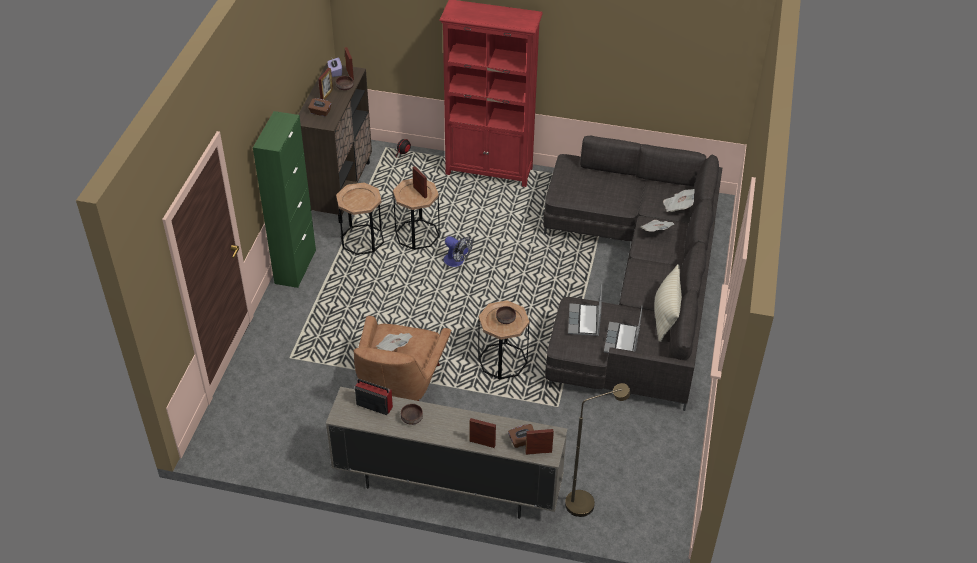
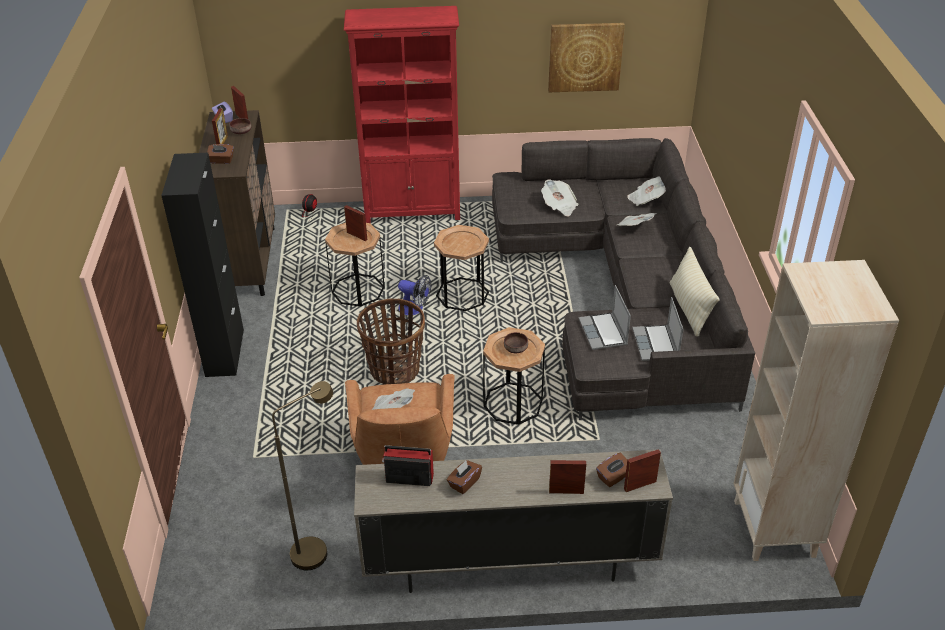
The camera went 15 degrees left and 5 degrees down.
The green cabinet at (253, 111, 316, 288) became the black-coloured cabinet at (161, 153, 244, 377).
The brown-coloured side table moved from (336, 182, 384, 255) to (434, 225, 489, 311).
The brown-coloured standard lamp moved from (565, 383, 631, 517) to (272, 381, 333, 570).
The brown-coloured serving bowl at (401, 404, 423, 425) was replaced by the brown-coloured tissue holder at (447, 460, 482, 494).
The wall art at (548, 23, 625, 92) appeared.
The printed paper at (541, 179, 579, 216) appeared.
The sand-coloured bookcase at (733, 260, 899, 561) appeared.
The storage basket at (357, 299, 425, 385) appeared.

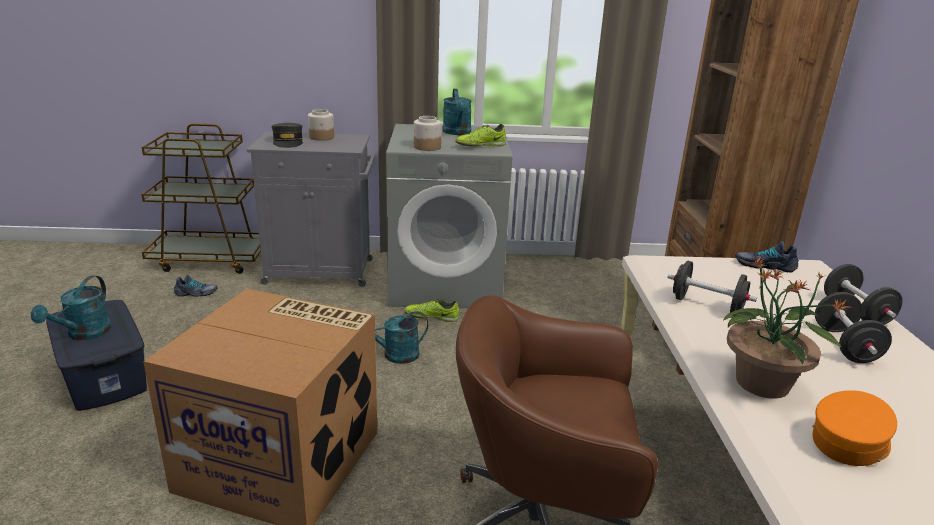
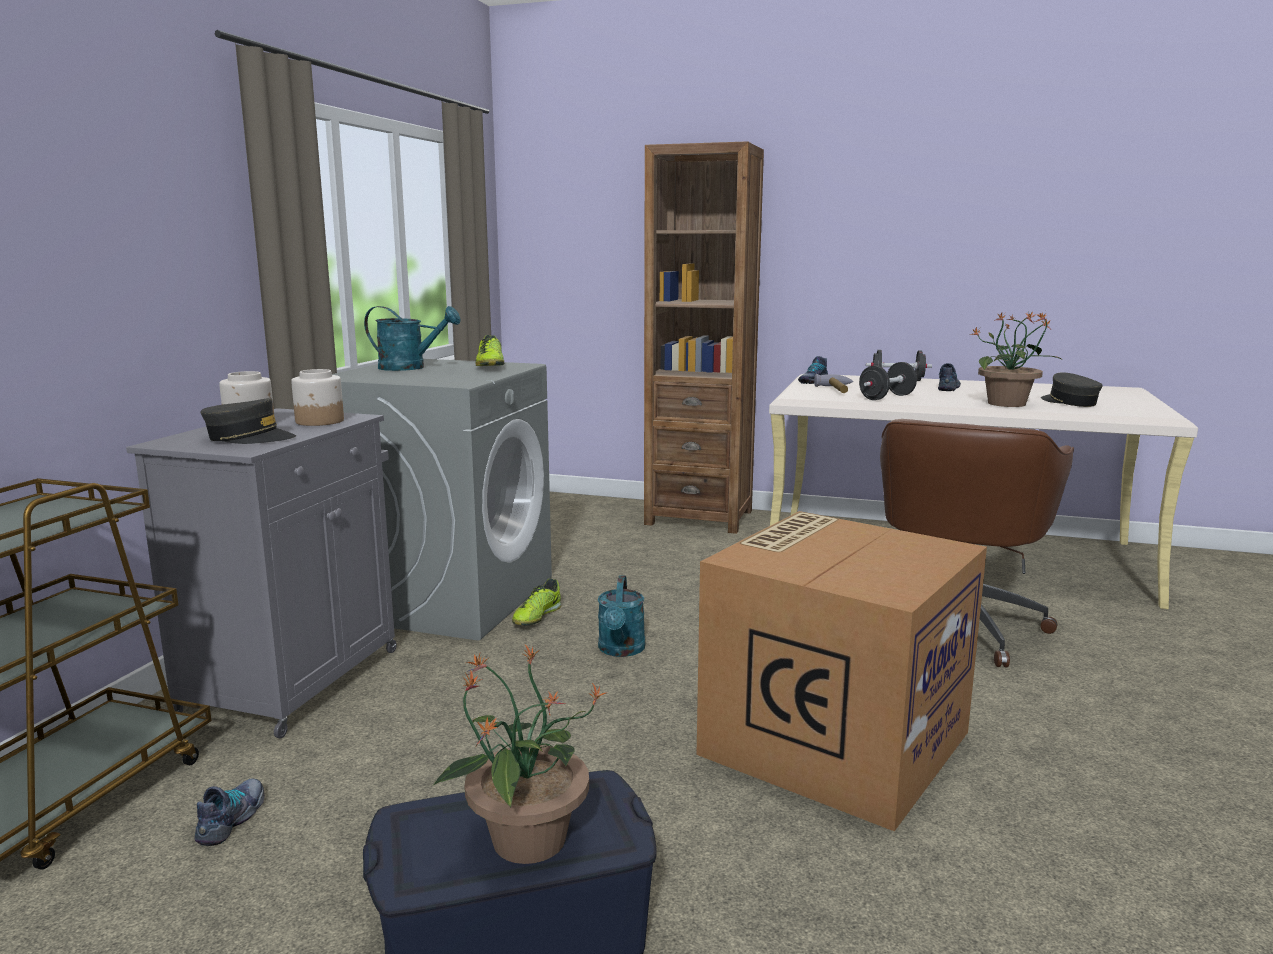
The camera went 70 degrees left and 10 degrees down.
The storage jar moved from (414, 116, 442, 151) to (291, 369, 344, 426).
The turquoise watering pot at (31, 275, 111, 340) was replaced by the plant in a pot at (433, 645, 606, 864).
The black-coloured dumbbell at (815, 292, 892, 363) was replaced by the item of footwear at (938, 363, 961, 391).
The orange-coloured baseball cap at (813, 390, 897, 466) became the gray baseball cap at (1041, 372, 1103, 407).
The hand hammer at (814, 374, 853, 393) appeared.

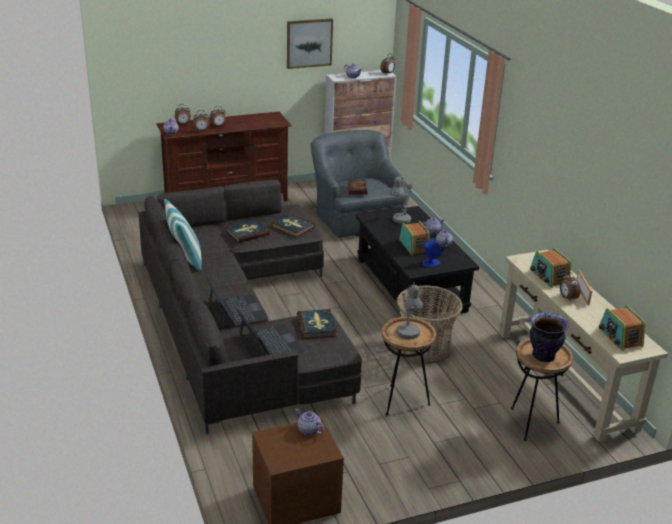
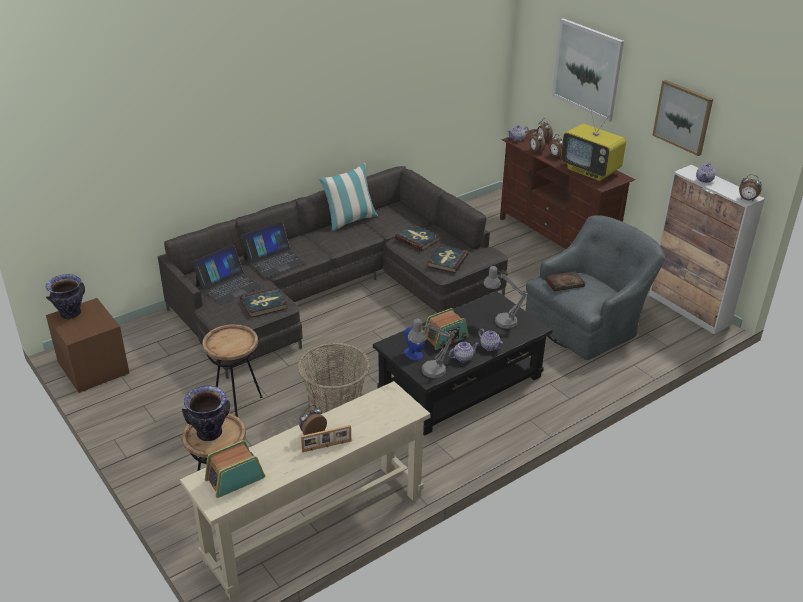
The camera went 75 degrees right and 5 degrees up.
The radio at (530, 248, 571, 288) disappeared.
The gray tabletop lamp moved from (396, 282, 423, 340) to (408, 318, 455, 378).
The pot for tea at (295, 409, 324, 435) disappeared.
The wall art at (552, 18, 624, 122) appeared.
The television at (561, 111, 626, 181) appeared.
The vase at (46, 274, 85, 319) appeared.

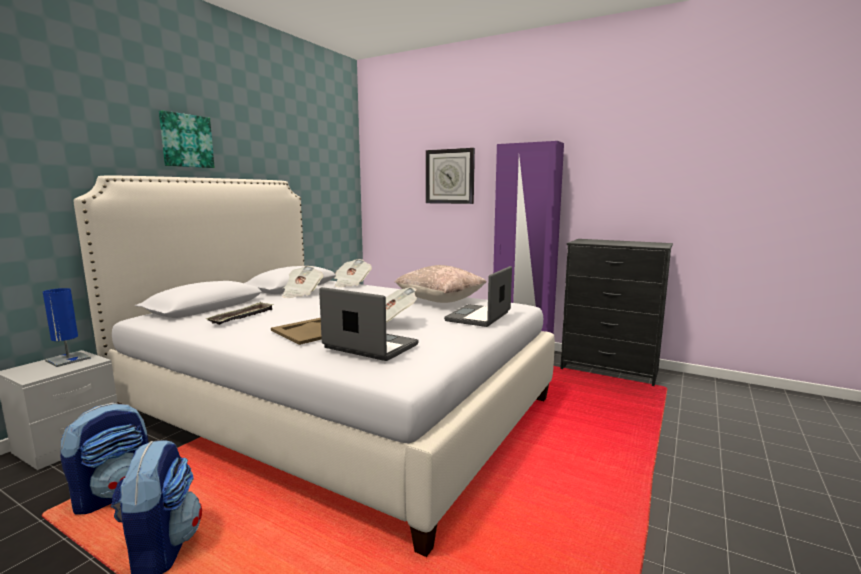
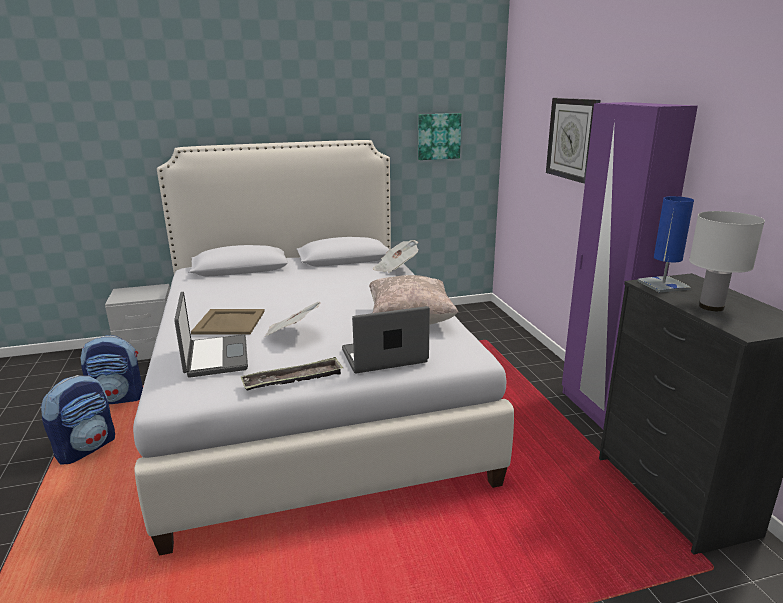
The camera went 45 degrees right and 10 degrees up.
The wall art moved from (159, 110, 215, 168) to (418, 113, 461, 160).
The printed paper at (282, 266, 323, 298) disappeared.
The bluish tabletop lamp moved from (43, 288, 91, 367) to (638, 196, 694, 293).
The carrying tray moved from (206, 302, 274, 325) to (240, 357, 343, 391).
The whitish tabletop lamp at (689, 211, 765, 311) appeared.

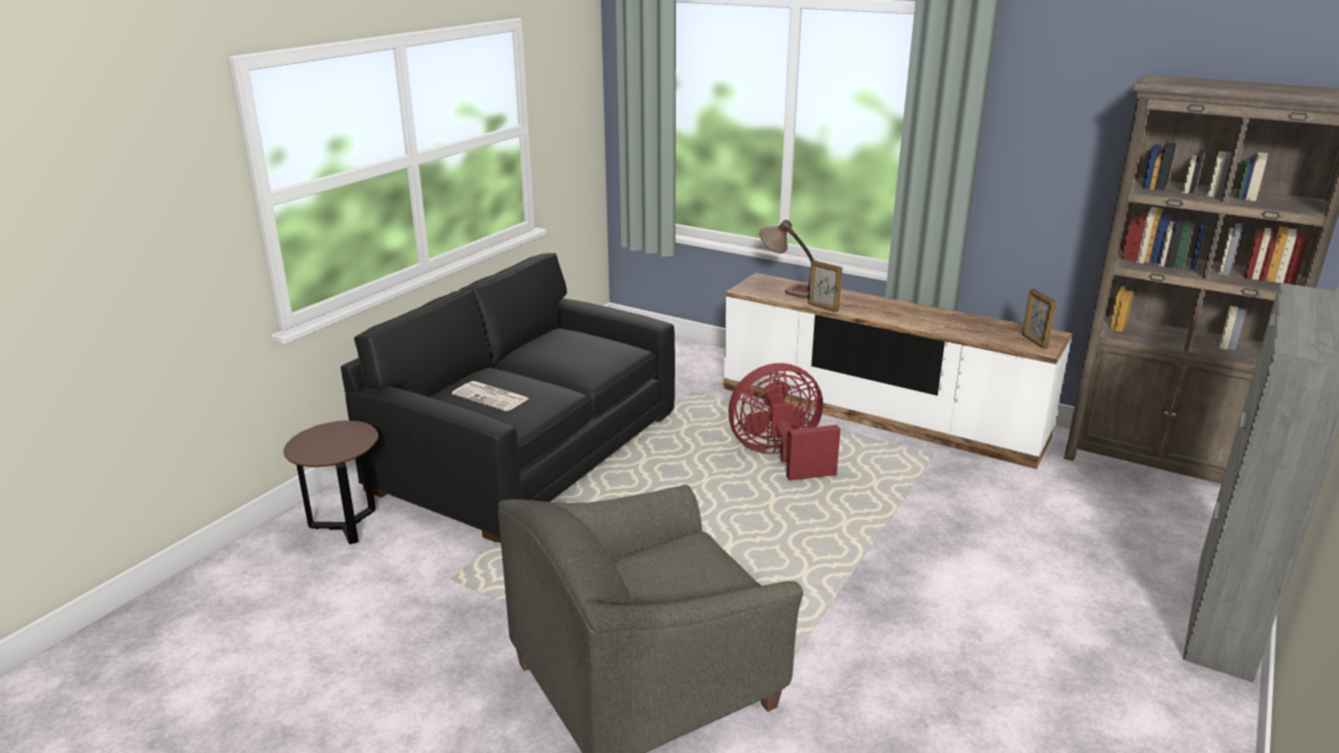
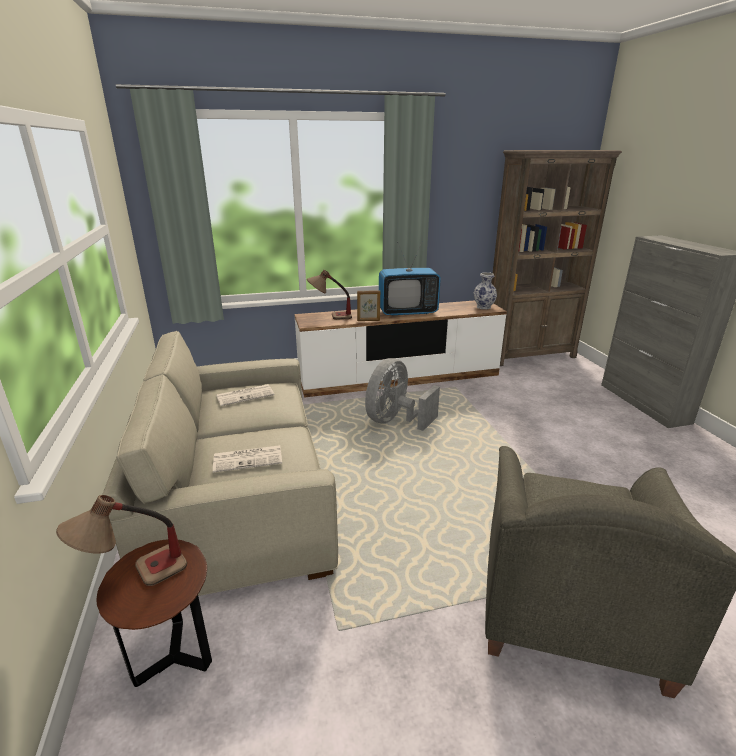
The camera went 45 degrees left and 0 degrees up.
The black-coloured settee at (341, 253, 675, 543) became the sand-coloured settee at (102, 331, 338, 596).
The picture frame at (1022, 289, 1057, 349) was replaced by the vase at (474, 272, 497, 309).
The red fan at (728, 363, 841, 481) became the gray fan at (365, 358, 440, 431).
The television at (379, 241, 441, 316) appeared.
The printed paper at (216, 384, 274, 406) appeared.
The tabletop lamp at (56, 495, 187, 586) appeared.

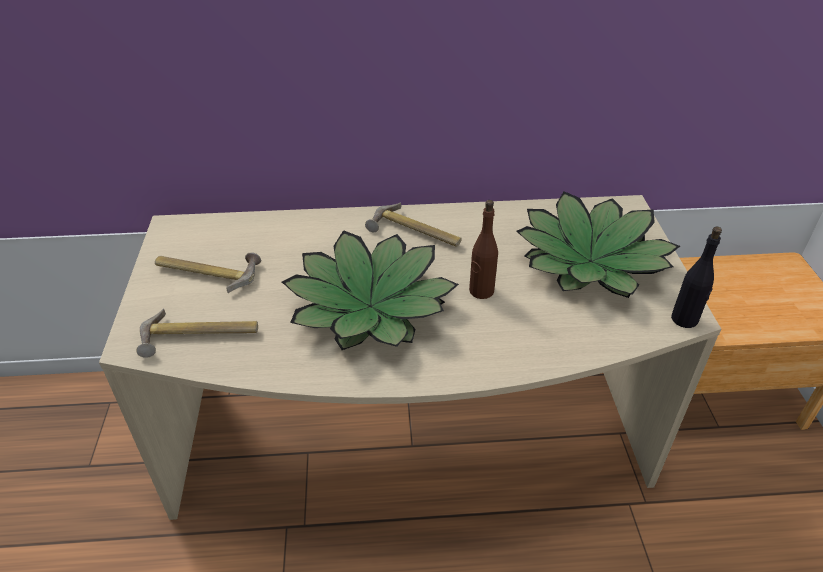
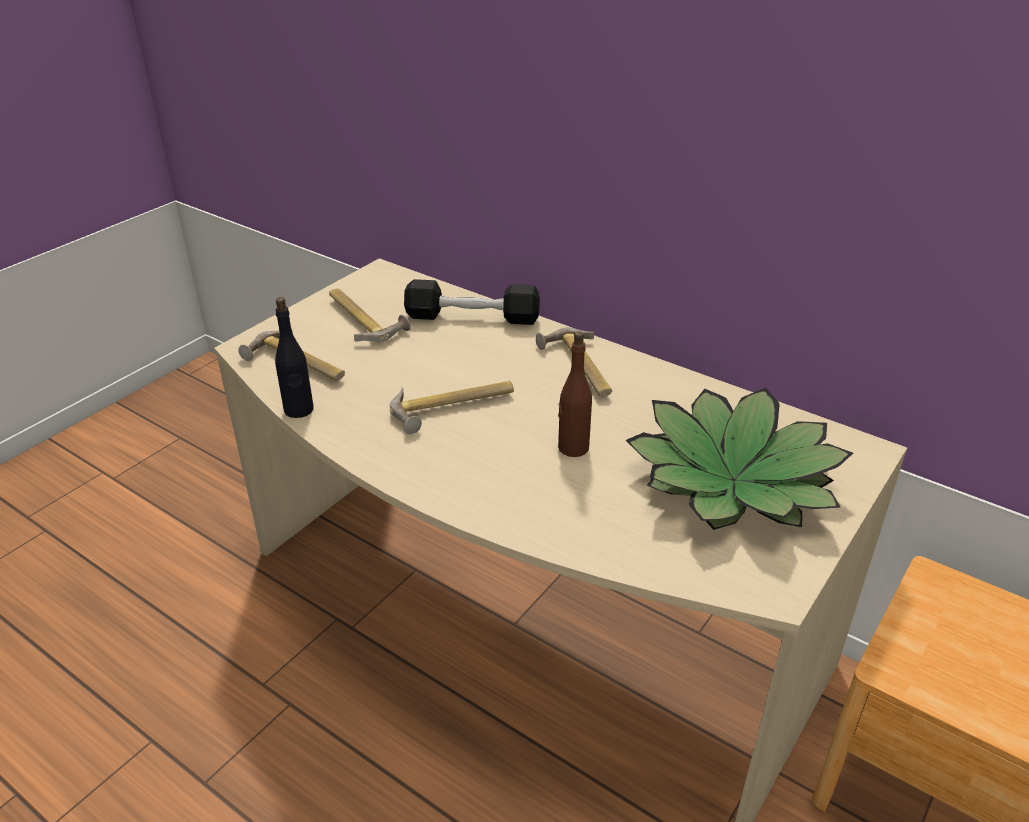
The camera went 40 degrees right and 5 degrees down.
The black-coloured beverage bottle moved from (671, 227, 722, 328) to (275, 297, 314, 418).
The plant in a pot at (282, 230, 459, 350) was replaced by the hand hammer at (390, 381, 514, 434).
The black-coloured dumbbell at (404, 279, 540, 325) appeared.

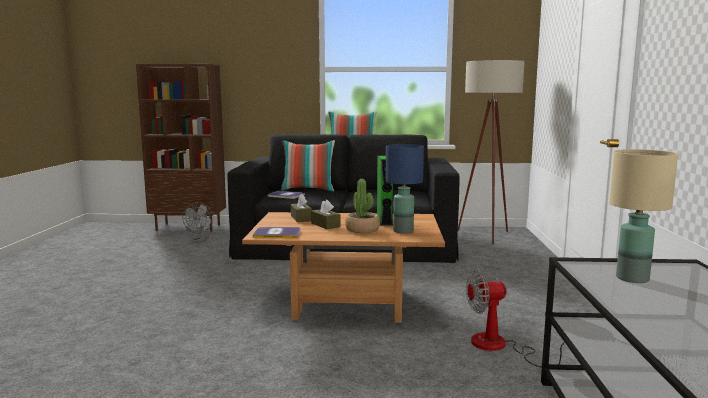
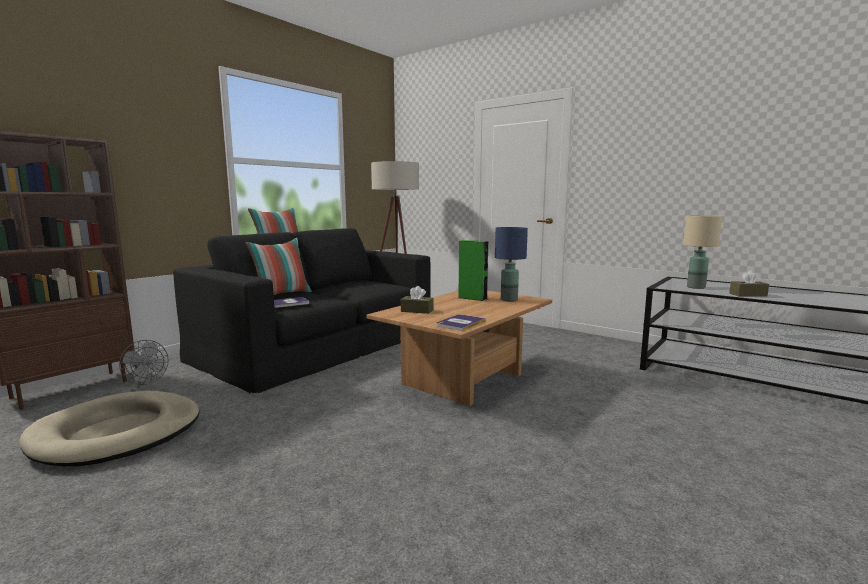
The camera went 55 degrees left and 0 degrees up.
The plant in a pot at (345, 179, 380, 233) disappeared.
The brown-coloured tissue holder moved from (311, 200, 340, 229) to (729, 270, 769, 297).
The fan at (466, 270, 568, 368) disappeared.
The sand-coloured dog bed at (20, 391, 200, 466) appeared.

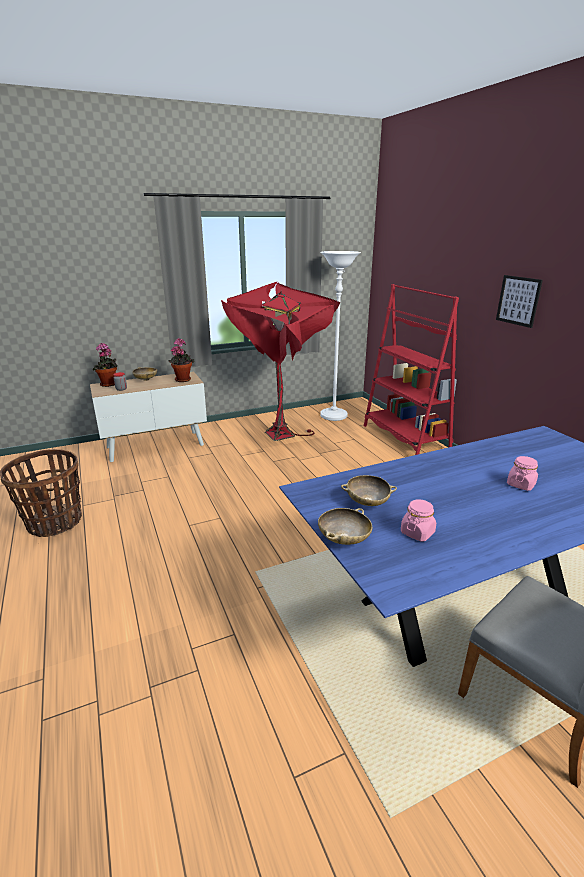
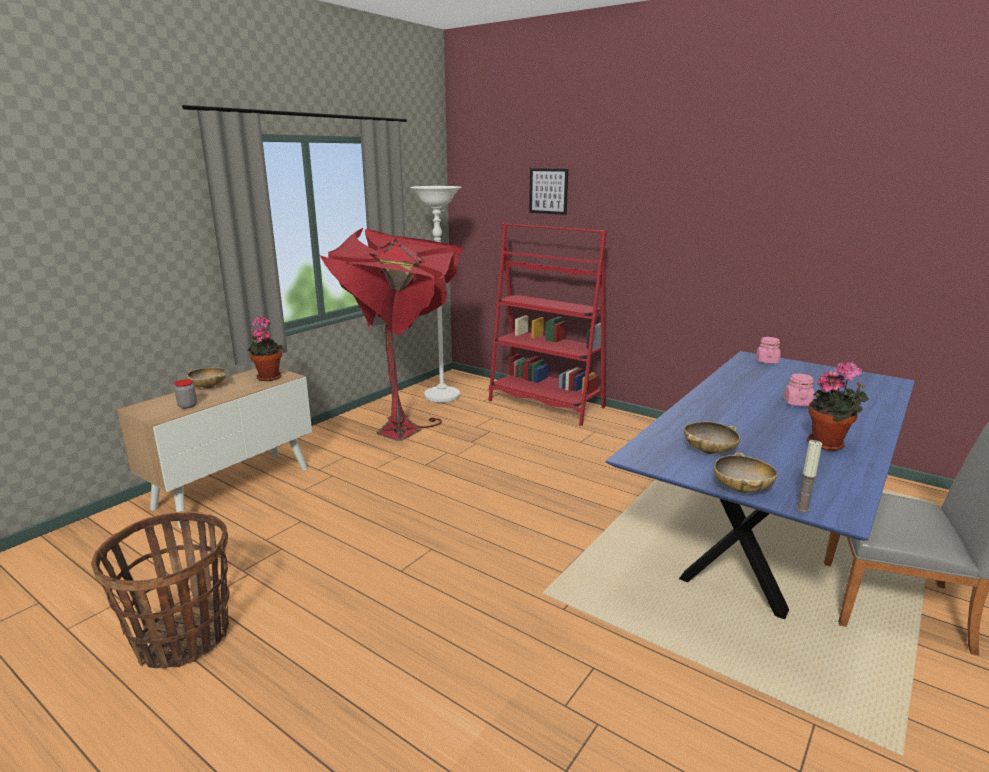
The camera went 30 degrees left and 5 degrees down.
The wall art moved from (496, 275, 543, 328) to (529, 168, 568, 215).
The plant in a pot moved from (93, 343, 118, 387) to (807, 362, 869, 451).
The pink storage jar moved from (401, 499, 436, 541) to (756, 337, 781, 364).
The wax candle at (796, 440, 822, 512) appeared.

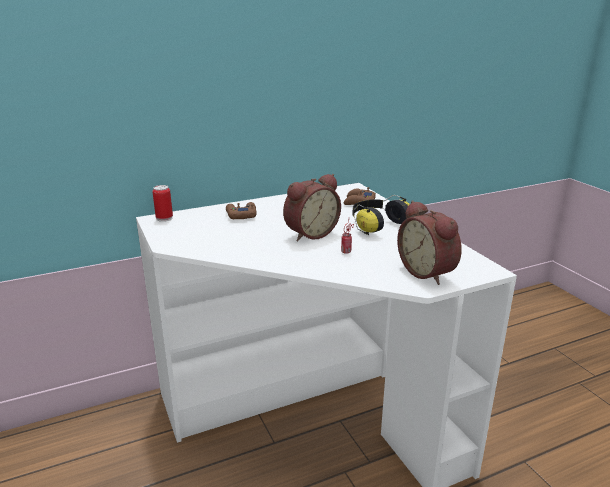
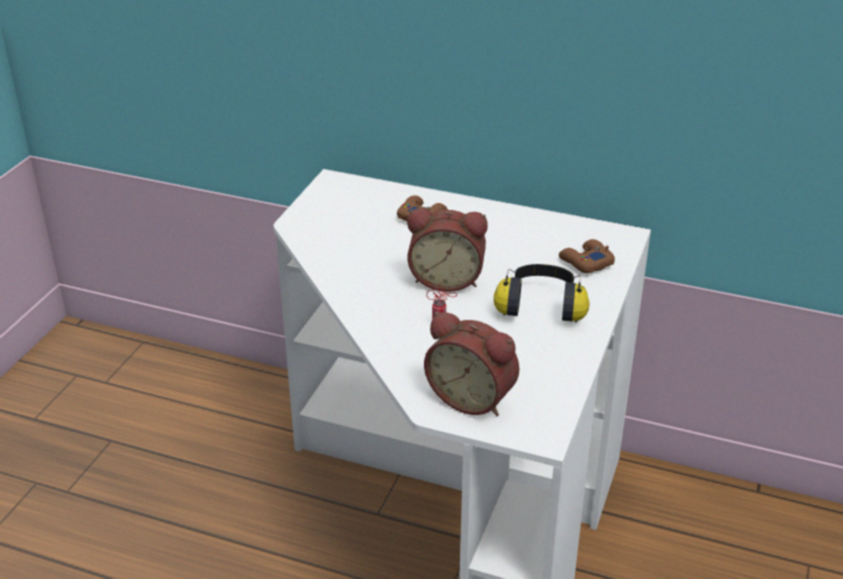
The camera went 45 degrees right and 10 degrees up.
The metal can at (153, 185, 173, 222) disappeared.
The table clock at (397, 200, 462, 285) turned 75 degrees counterclockwise.

